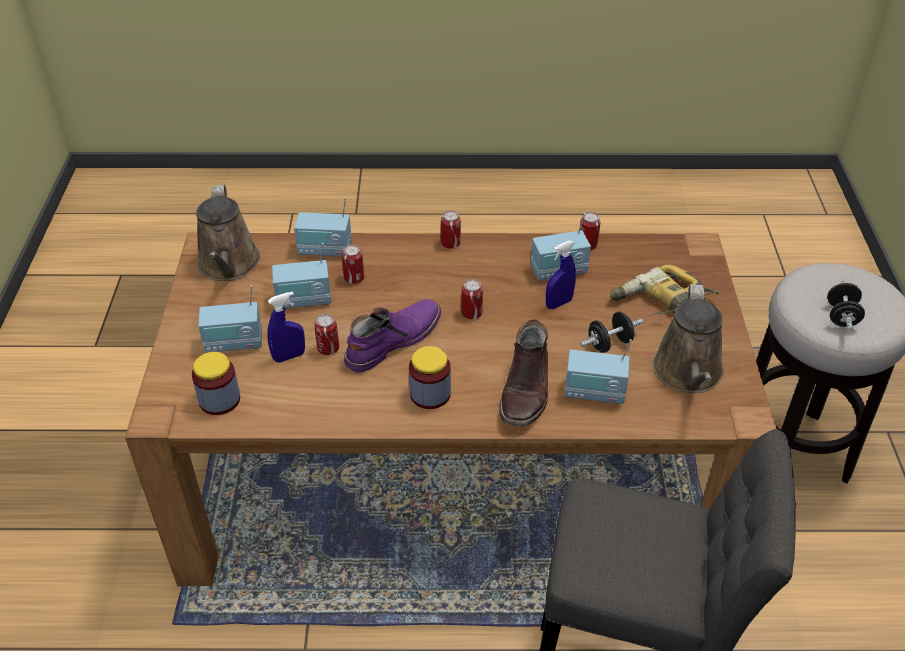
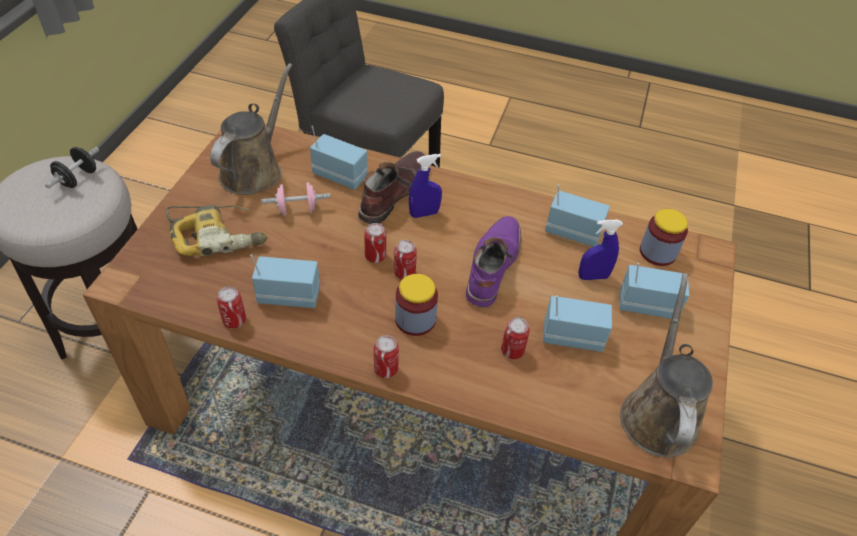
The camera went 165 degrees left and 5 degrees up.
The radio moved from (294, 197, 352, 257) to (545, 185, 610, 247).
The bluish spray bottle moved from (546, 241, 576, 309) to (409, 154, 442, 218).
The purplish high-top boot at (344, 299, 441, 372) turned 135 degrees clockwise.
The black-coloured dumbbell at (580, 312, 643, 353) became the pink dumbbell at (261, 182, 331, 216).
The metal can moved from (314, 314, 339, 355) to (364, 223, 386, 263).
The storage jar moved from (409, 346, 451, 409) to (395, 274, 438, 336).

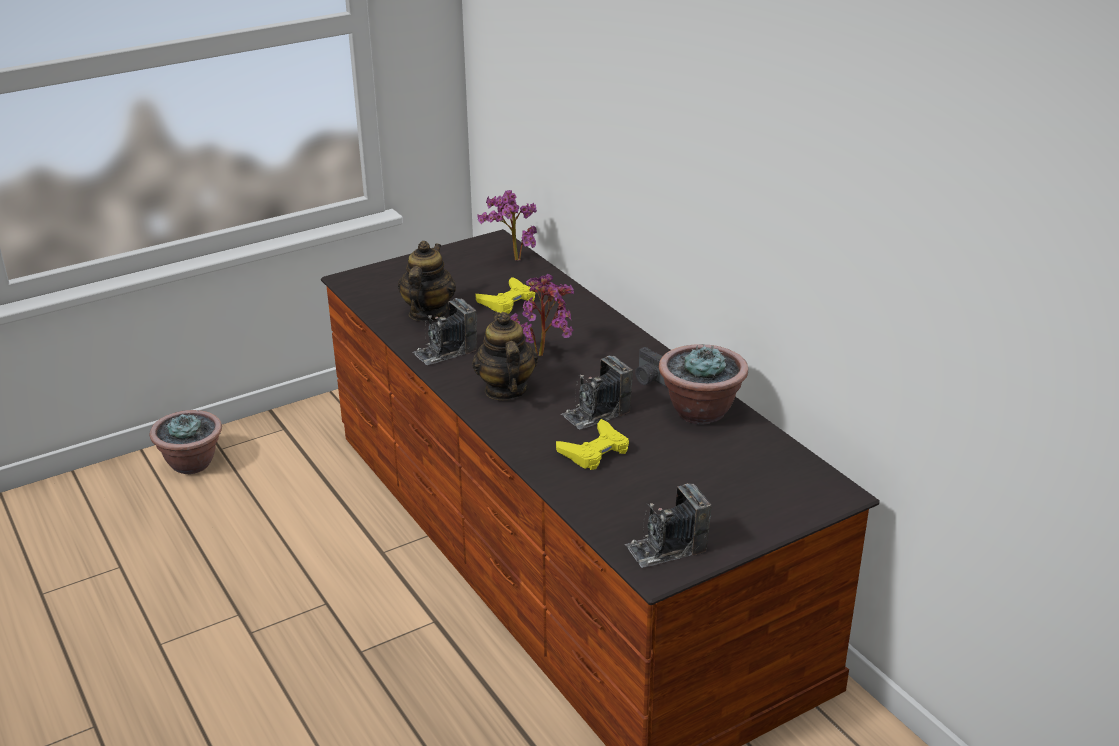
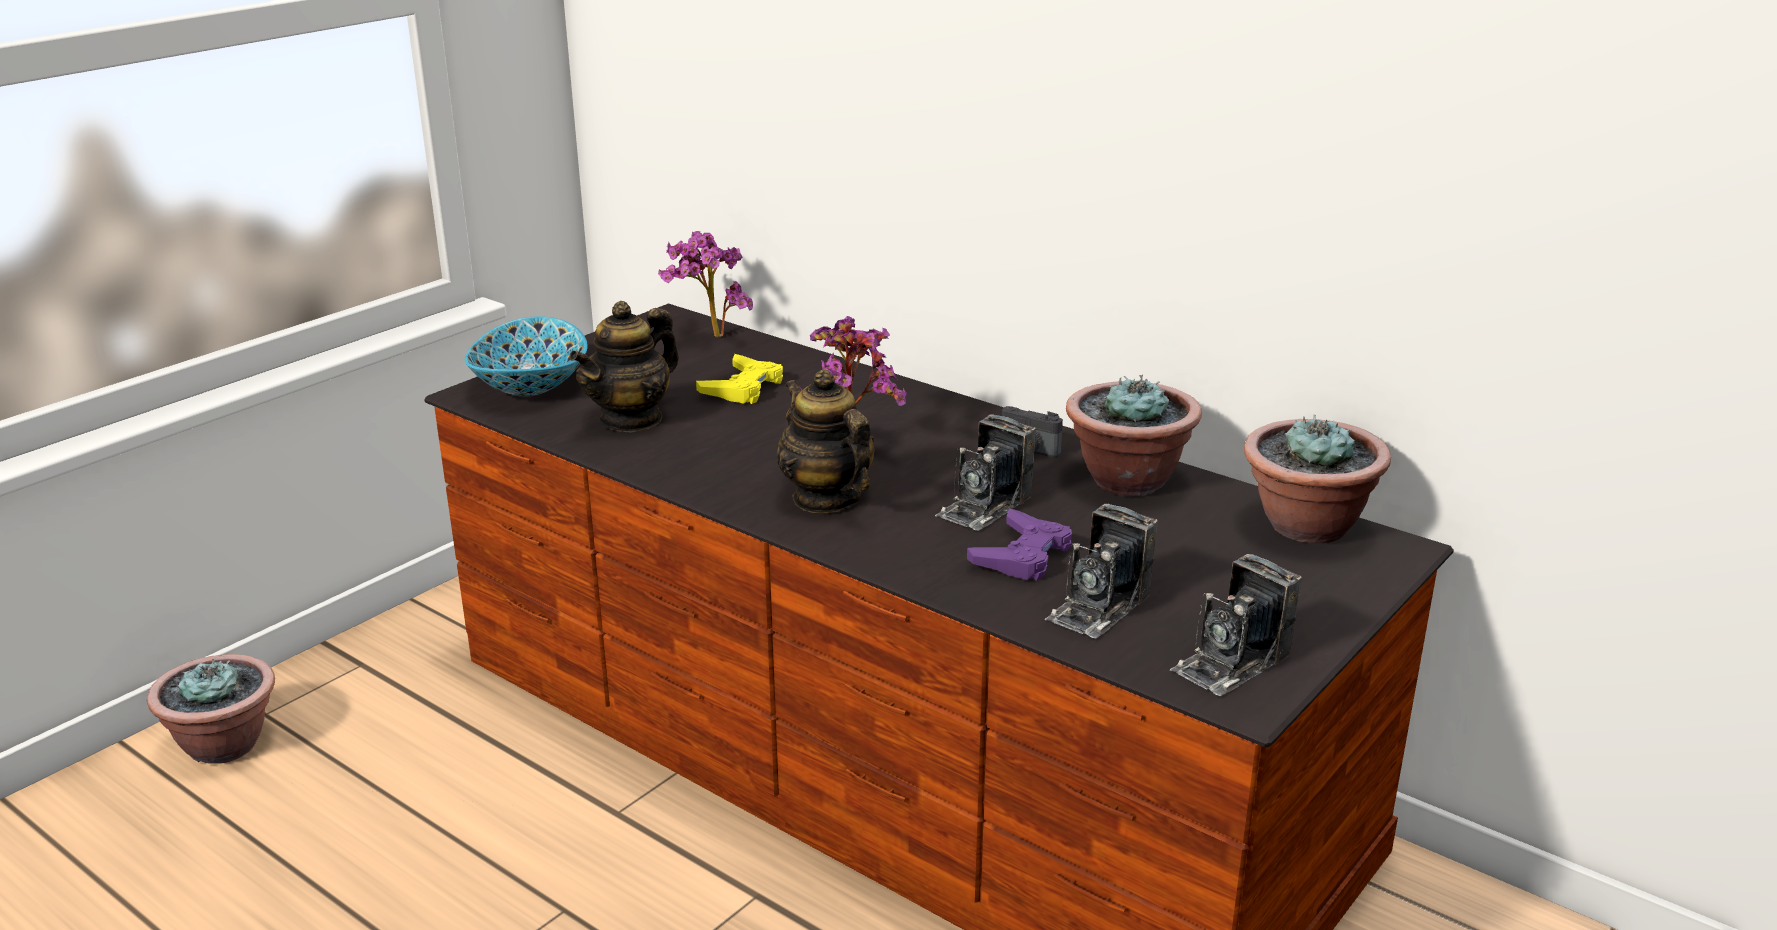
The camera went 20 degrees left and 5 degrees down.
The pot for tea at (398, 241, 456, 321) turned 135 degrees counterclockwise.
The still camera moved from (412, 298, 477, 365) to (1045, 504, 1158, 639).
The yellow-coloured gamepad at (556, 419, 629, 470) became the purplish gamepad at (967, 508, 1072, 581).
The serving bowl at (465, 316, 588, 396) appeared.
The plant in a pot at (1244, 415, 1391, 543) appeared.

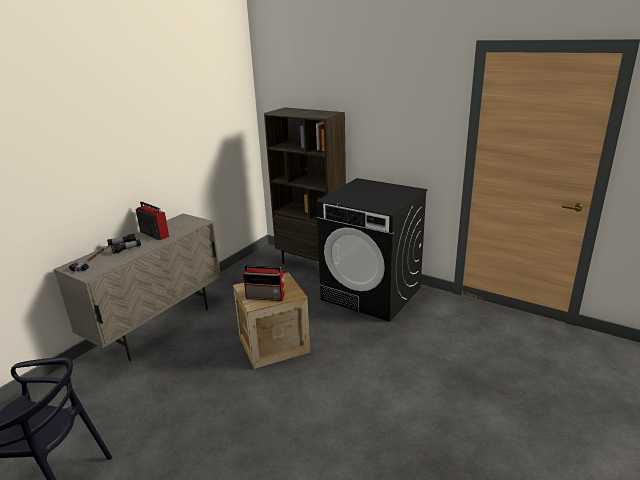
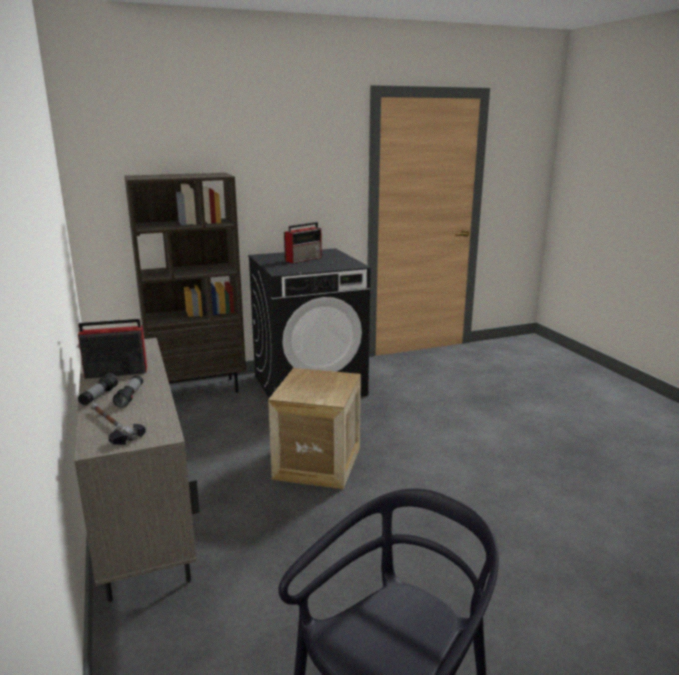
The camera went 55 degrees left and 5 degrees down.
The radio moved from (243, 265, 285, 301) to (284, 222, 322, 263).

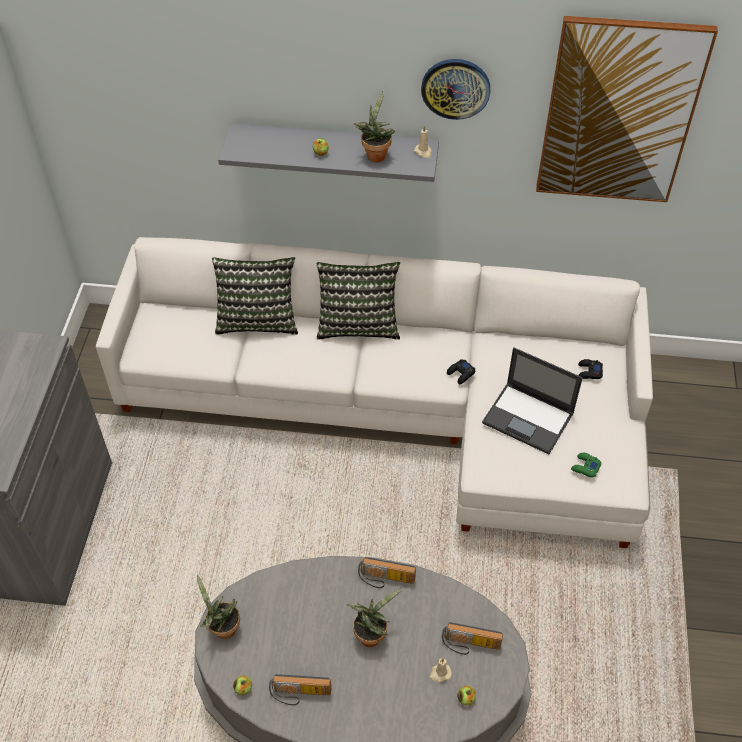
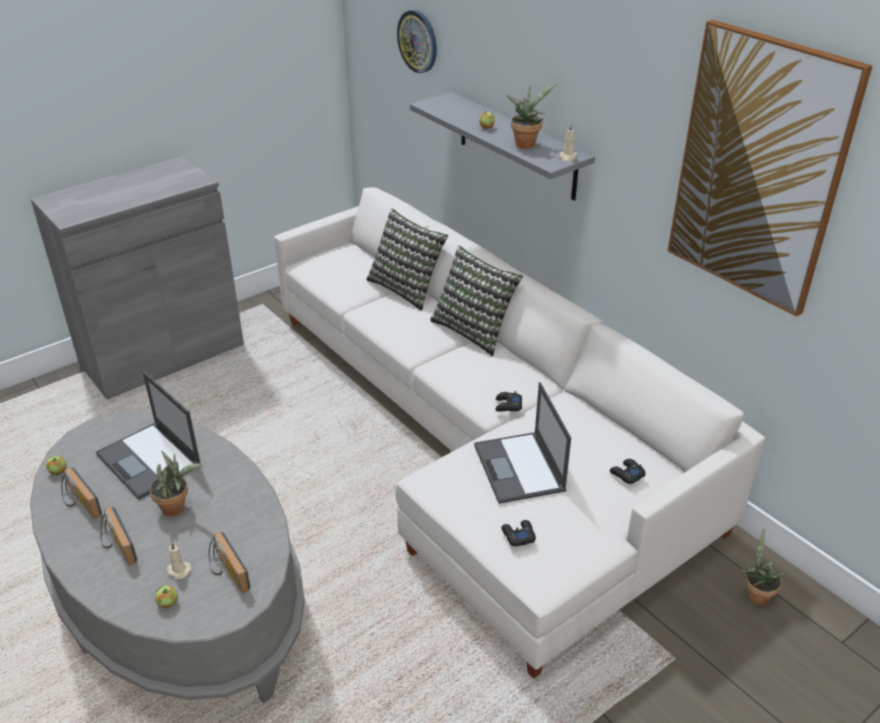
The camera went 45 degrees right and 15 degrees down.
The clock on the wall moved from (421, 59, 490, 120) to (397, 10, 437, 73).
The green gamepad at (571, 453, 602, 478) became the black-coloured gamepad at (501, 520, 536, 547).
The radio moved from (358, 557, 416, 588) to (100, 506, 137, 566).
The plant in a pot moved from (197, 574, 240, 639) to (741, 527, 786, 605).
The laptop at (96, 371, 201, 499) appeared.

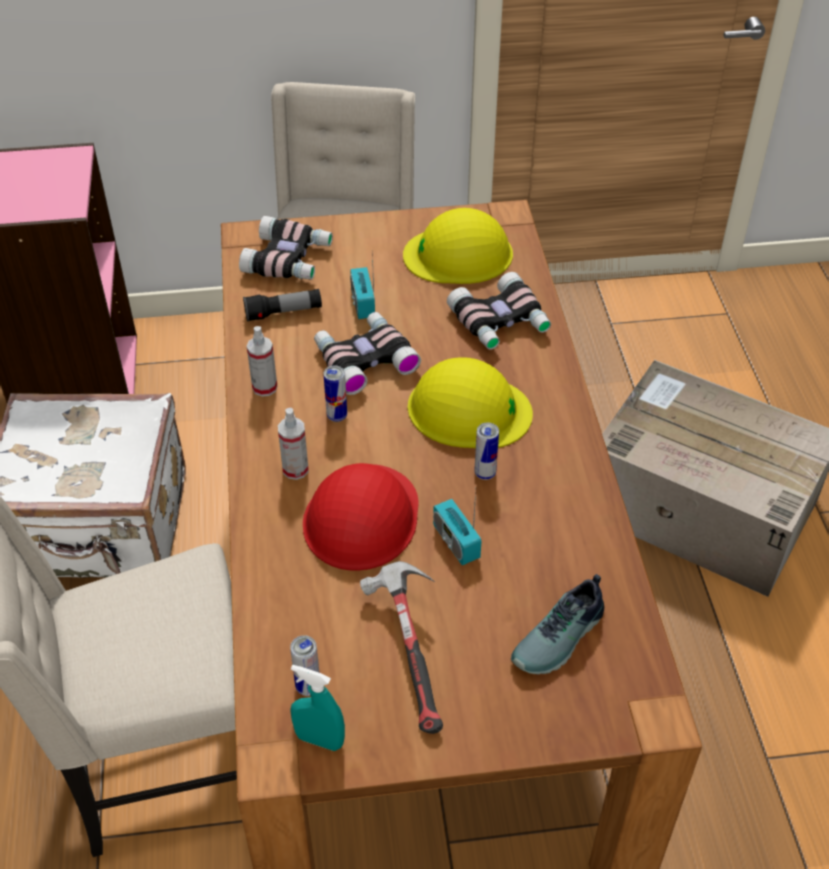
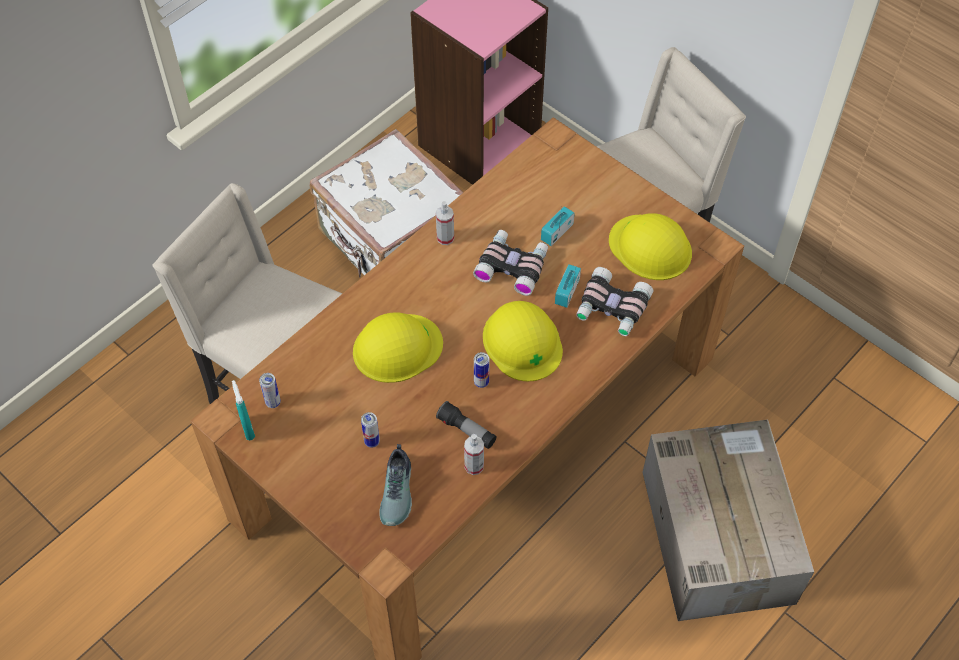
The camera went 50 degrees right and 10 degrees up.
The binoculars at (239, 216, 333, 280) disappeared.
The hand torch moved from (243, 289, 322, 322) to (436, 401, 497, 449).
The metal can moved from (324, 365, 347, 422) to (361, 412, 380, 448).
The spray bottle moved from (278, 408, 309, 480) to (464, 434, 484, 475).
The red hard hat at (303, 463, 419, 571) became the yellow-coloured hard hat at (353, 312, 443, 383).
The radio moved from (433, 490, 482, 565) to (555, 264, 581, 308).
The hand hammer at (360, 561, 443, 734) disappeared.
The item of footwear at (511, 574, 604, 674) turned 90 degrees counterclockwise.

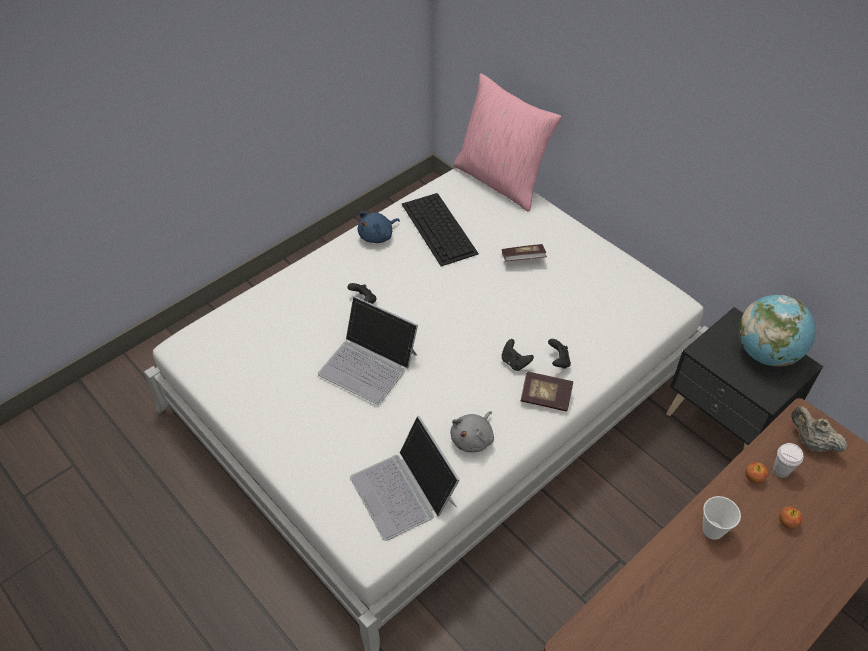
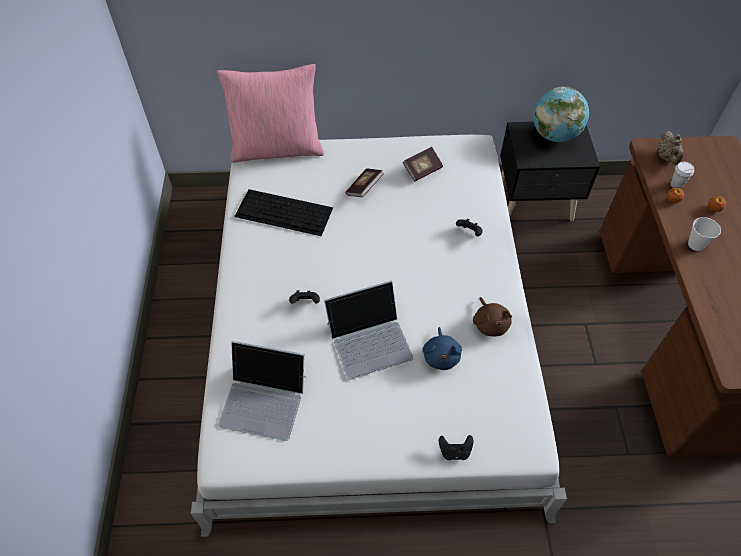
The camera went 50 degrees left and 5 degrees up.
The bluish cuddly toy moved from (358, 212, 400, 243) to (423, 327, 462, 370).
The black-coloured gamepad moved from (502, 339, 534, 371) to (439, 435, 473, 460).
The book moved from (521, 371, 573, 412) to (403, 147, 443, 182).
The sand-coloured pot for tea at (792, 406, 847, 452) turned 90 degrees counterclockwise.
The gray cuddly toy at (450, 411, 494, 452) became the brown-coloured cuddly toy at (473, 297, 512, 336).
The laptop moved from (350, 416, 460, 541) to (218, 341, 307, 441).

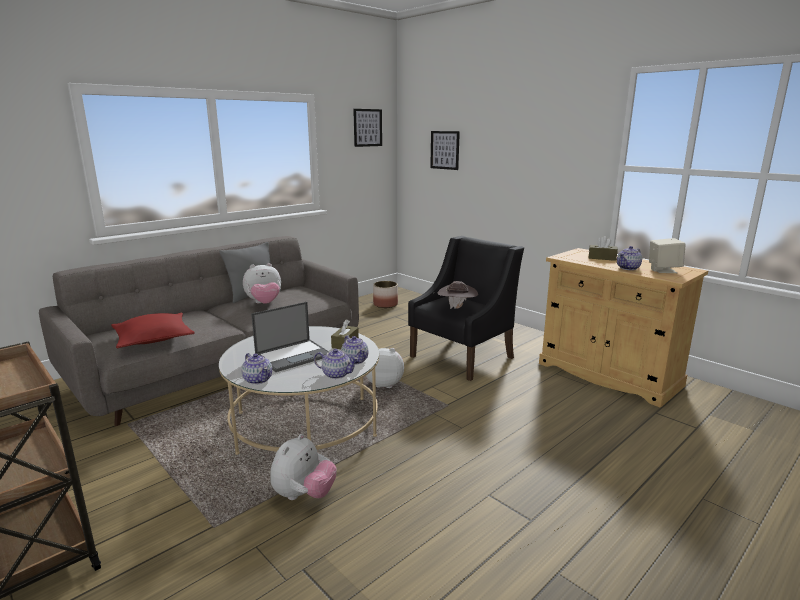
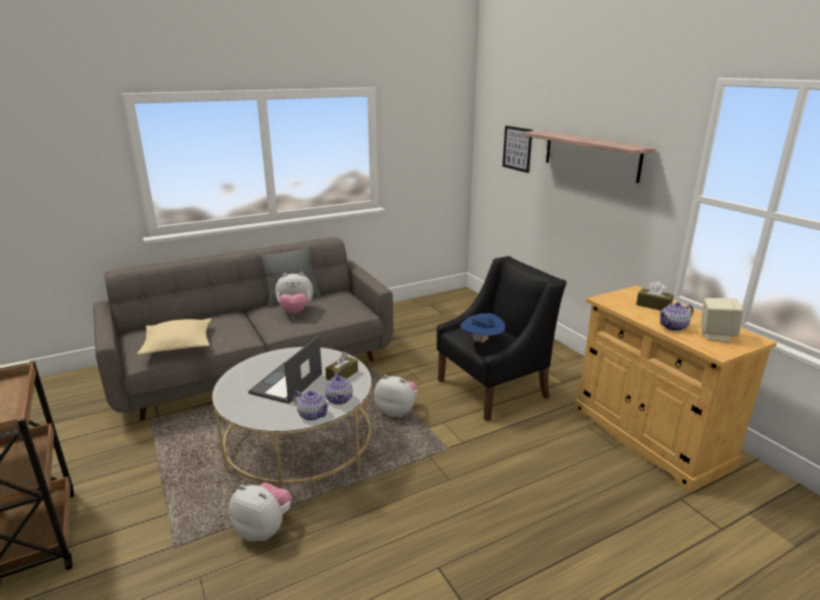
The camera went 15 degrees right and 5 degrees up.
The wall art at (353, 109, 382, 147) disappeared.
The flower pot at (373, 281, 398, 308) disappeared.
The brown-coloured hat at (437, 281, 478, 309) became the bluish hat at (460, 313, 505, 343).
The laptop at (251, 302, 329, 372) turned 135 degrees clockwise.
The red cushion at (111, 313, 195, 348) became the sand-coloured cushion at (137, 318, 211, 355).
The pot for tea at (242, 353, 272, 385) disappeared.
The cuddly toy at (270, 434, 337, 500) turned 105 degrees counterclockwise.
The bracket shelf at (522, 131, 656, 183) appeared.

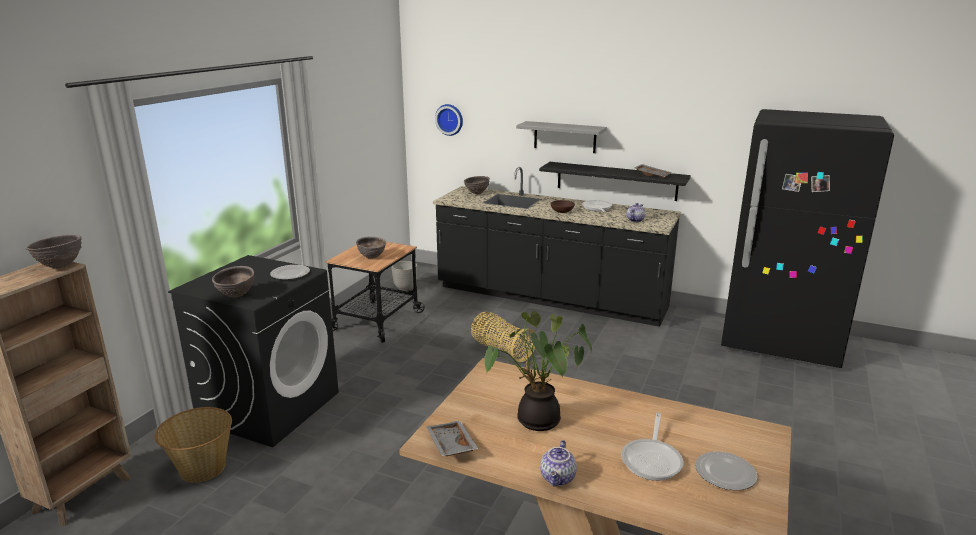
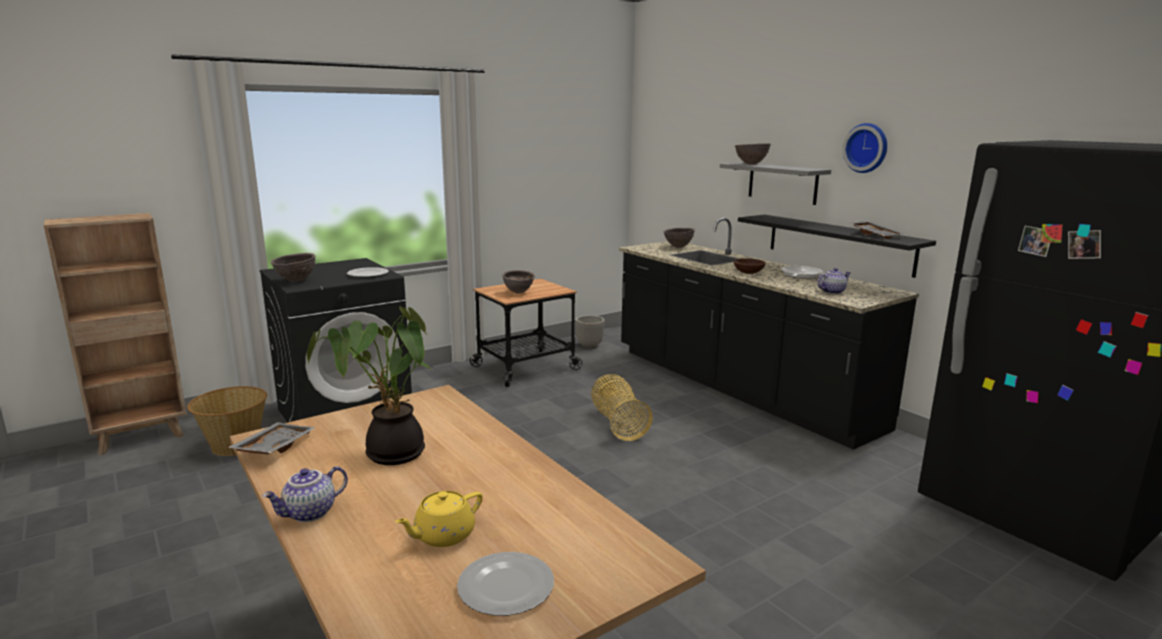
The camera went 30 degrees right and 5 degrees down.
The clock on the wall moved from (435, 104, 463, 136) to (842, 123, 887, 173).
The brown-coloured serving bowl moved from (26, 235, 82, 269) to (735, 143, 771, 165).
The skillet at (621, 412, 684, 481) was replaced by the yellow-coloured pot for tea at (395, 491, 483, 547).

